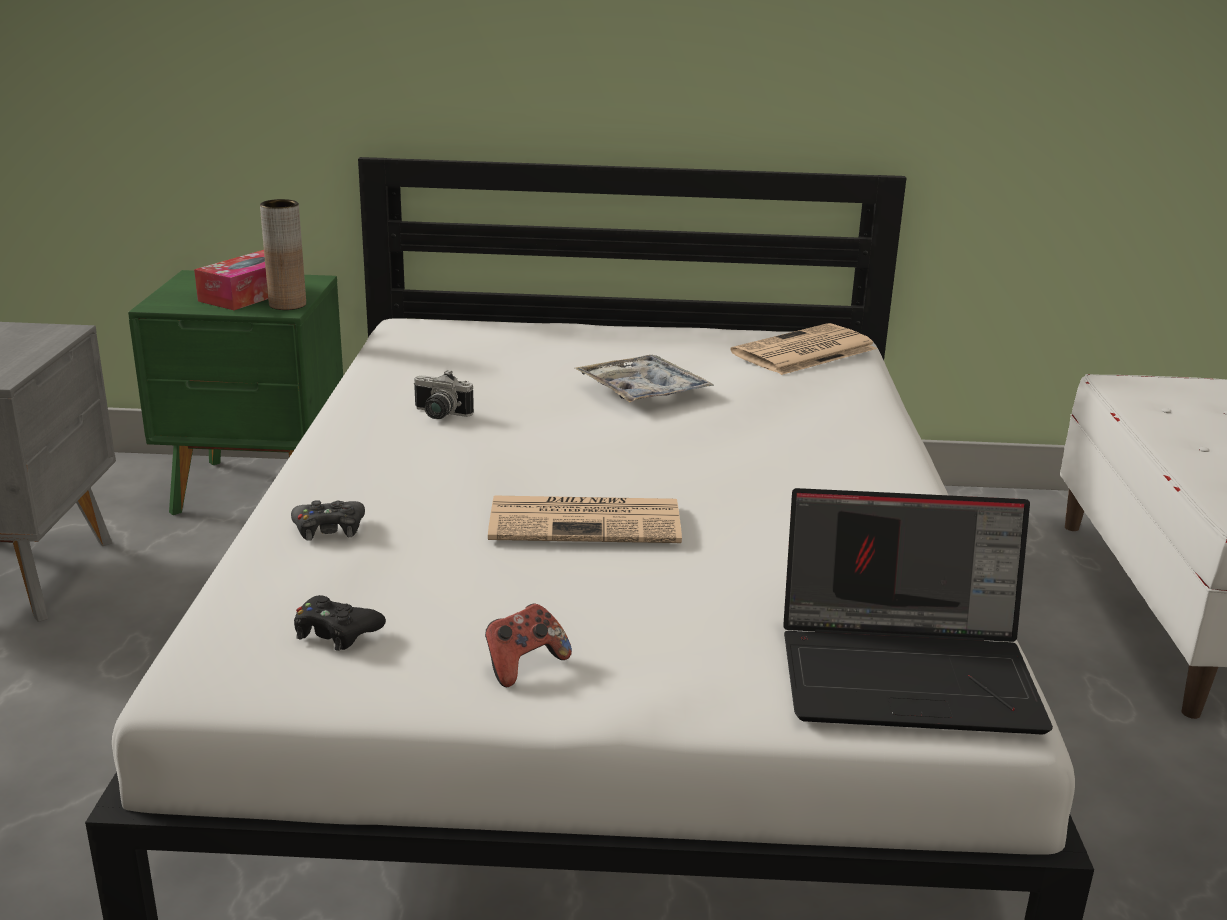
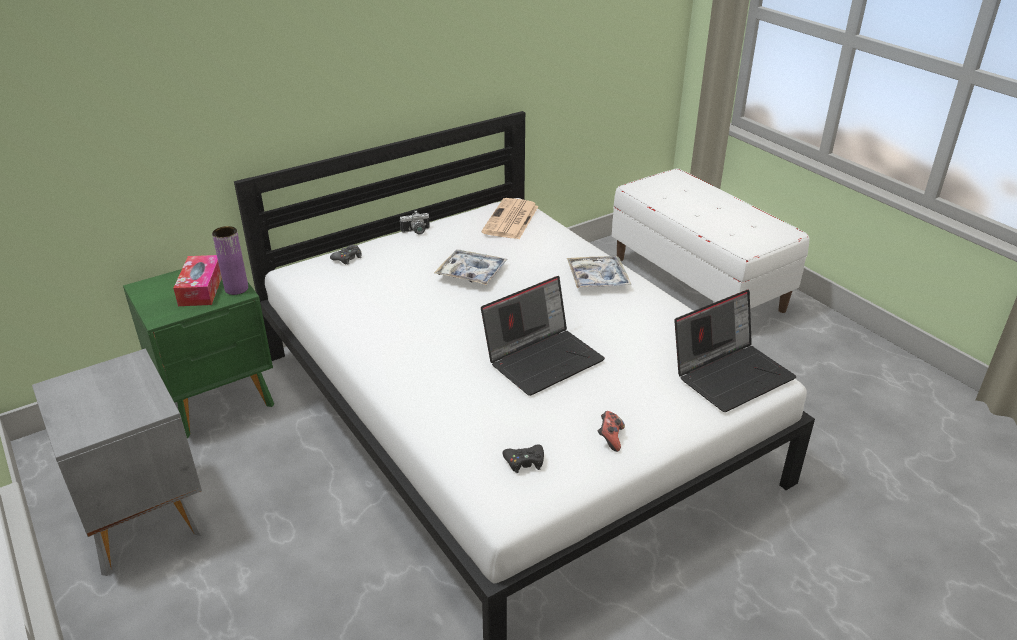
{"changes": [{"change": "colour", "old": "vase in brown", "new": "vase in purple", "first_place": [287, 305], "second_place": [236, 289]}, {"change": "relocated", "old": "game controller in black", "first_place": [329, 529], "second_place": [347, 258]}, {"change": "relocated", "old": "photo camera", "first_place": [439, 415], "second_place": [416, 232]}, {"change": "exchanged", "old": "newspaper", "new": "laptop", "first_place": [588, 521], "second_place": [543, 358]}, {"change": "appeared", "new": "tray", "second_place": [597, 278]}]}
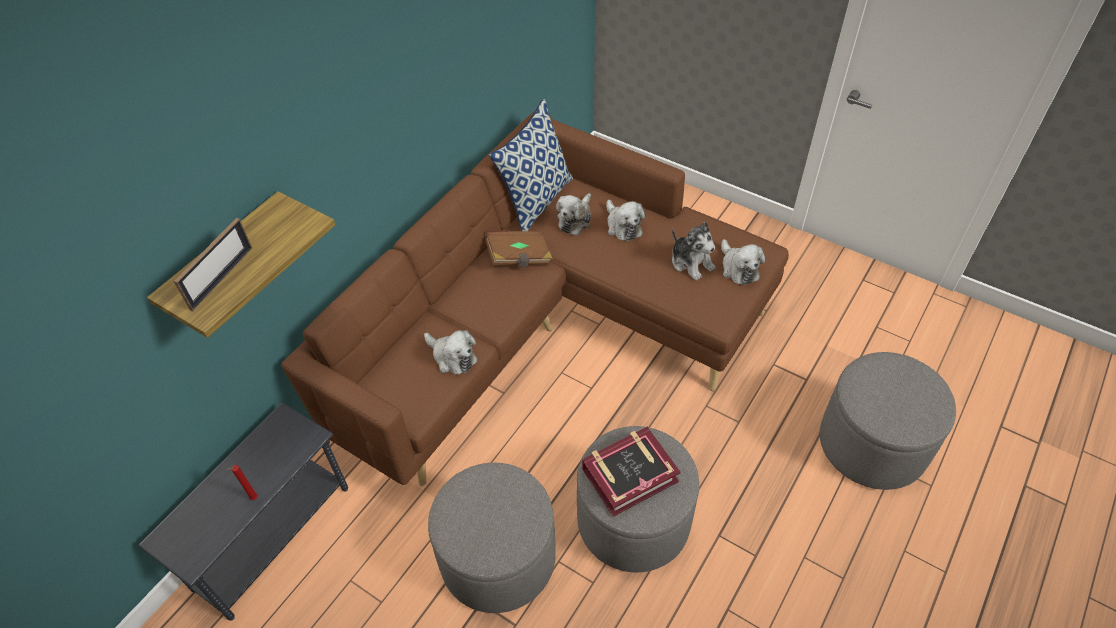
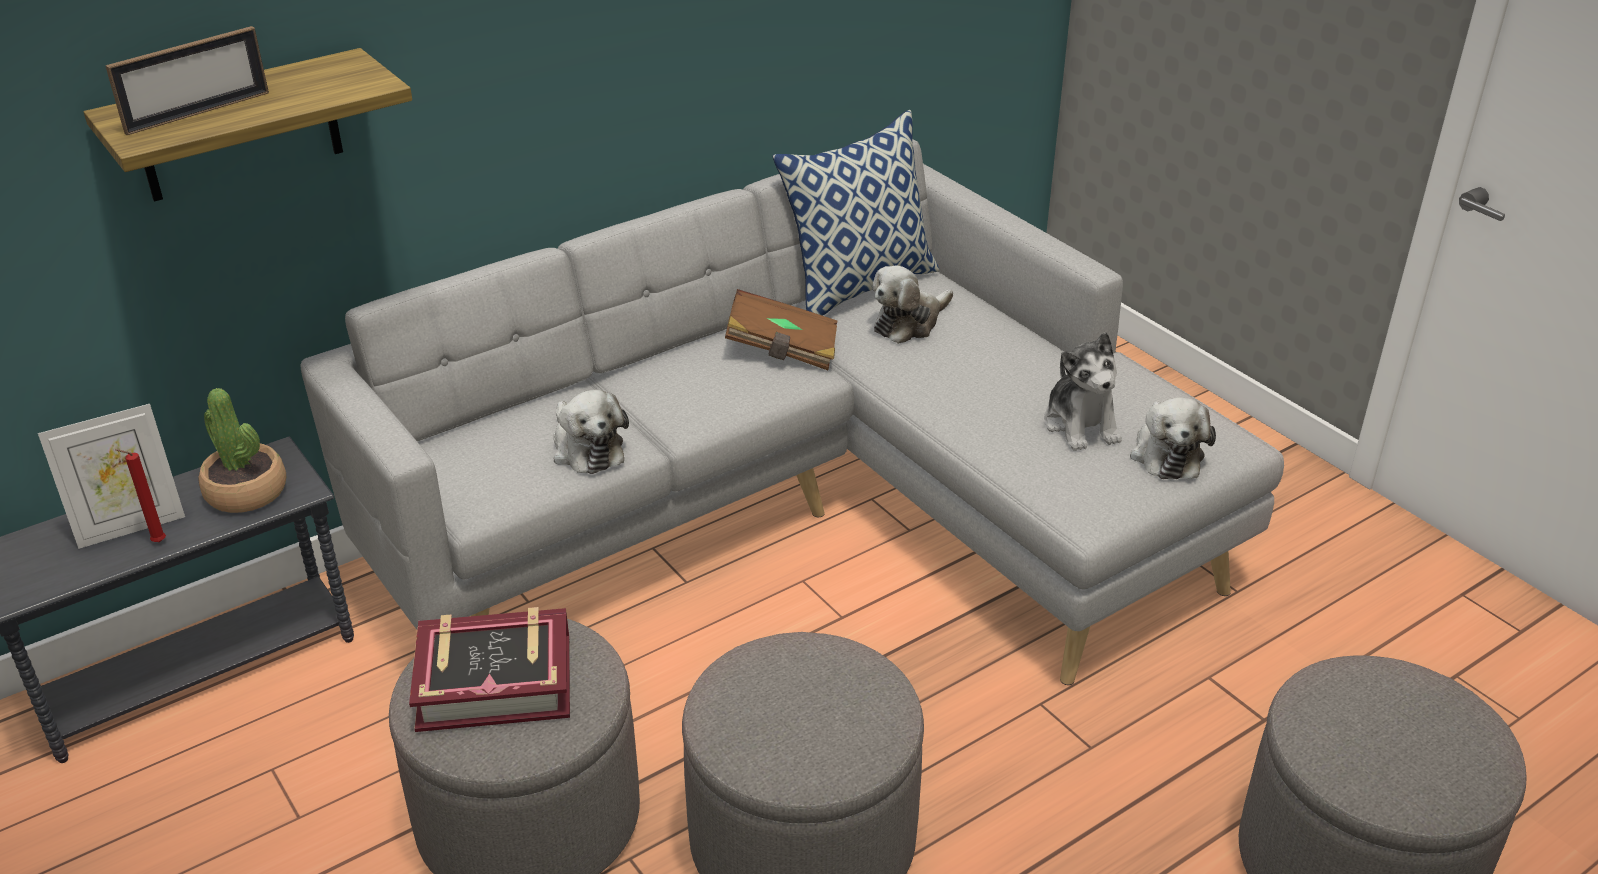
{"changes": [{"change": "appeared", "new": "picture frame", "second_place": [130, 526]}, {"change": "appeared", "new": "potted plant", "second_place": [247, 492]}, {"change": "colour", "old": "sofa in brown", "new": "sofa in grey", "first_place": [551, 330], "second_place": [820, 517]}, {"change": "relocated", "old": "book", "first_place": [629, 474], "second_place": [495, 681]}, {"change": "missing", "old": "plush toy", "first_place": [623, 226]}]}
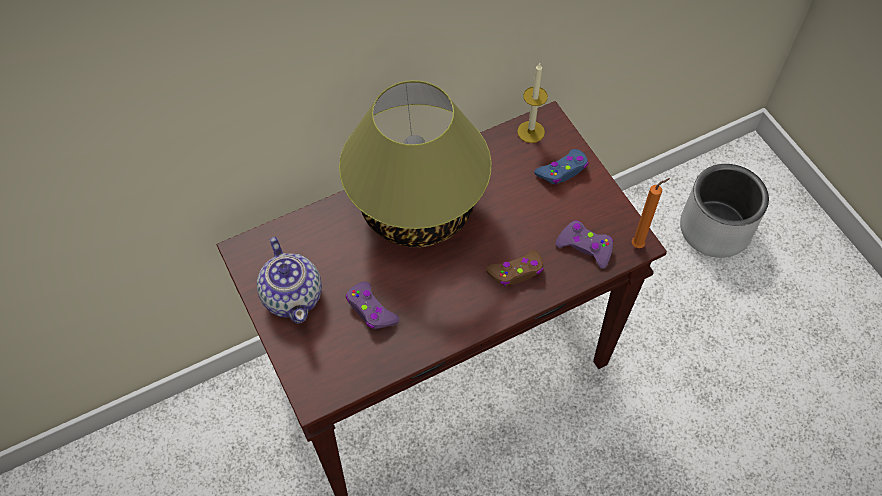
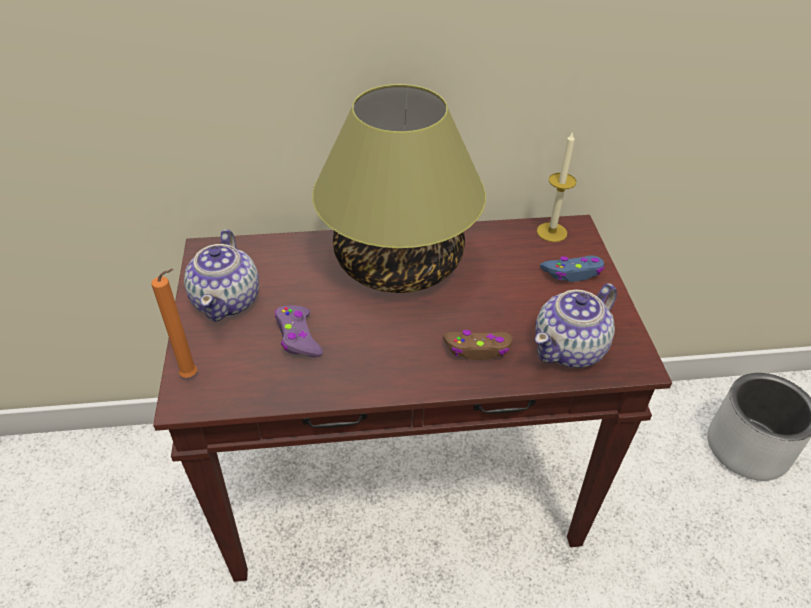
{"changes": [{"change": "relocated", "old": "candle in orange", "first_place": [639, 244], "second_place": [192, 375]}, {"change": "exchanged", "old": "game controller in purple", "new": "teapot", "first_place": [585, 247], "second_place": [570, 349]}]}
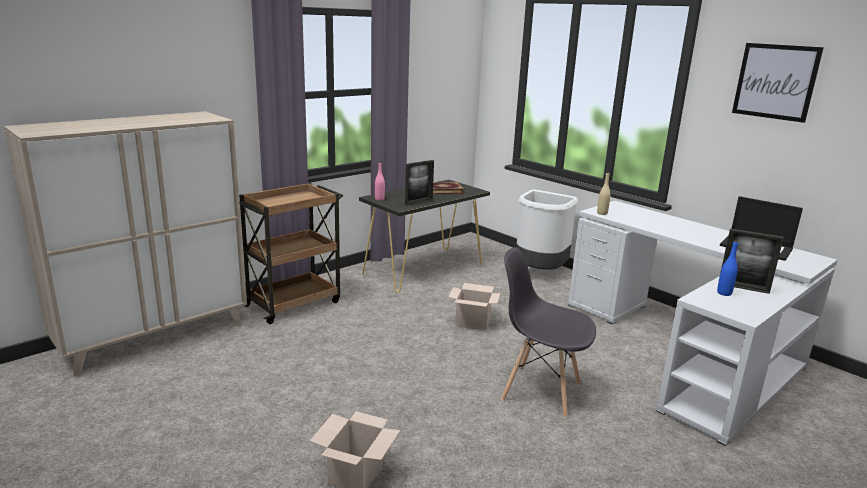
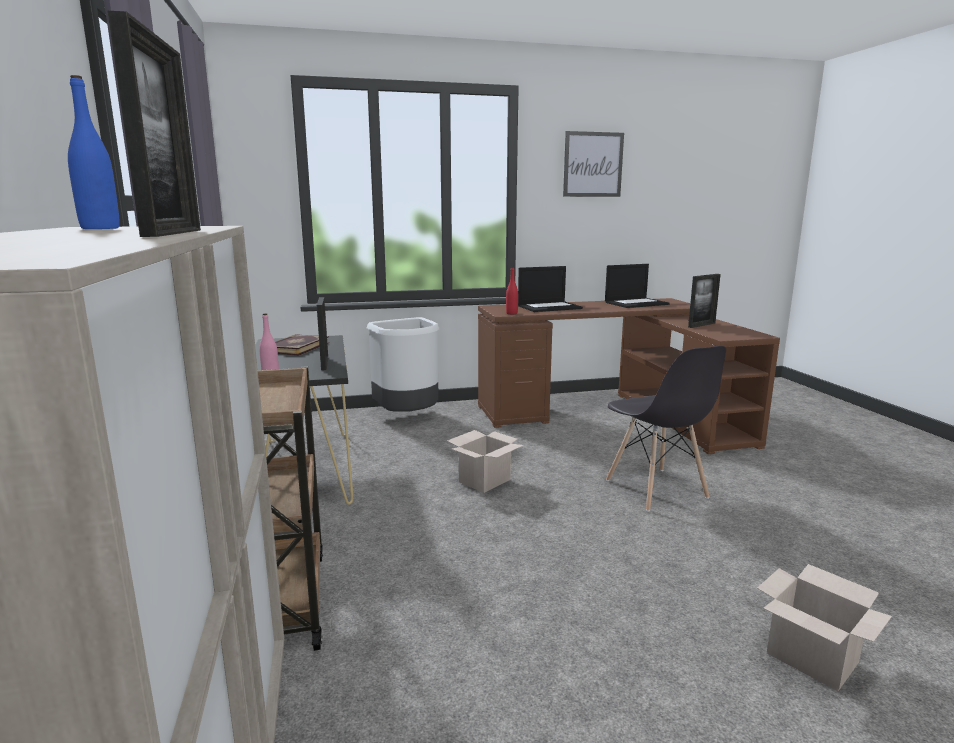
{"changes": [{"change": "relocated", "old": "bottle in blue", "first_place": [724, 293], "second_place": [100, 228]}, {"change": "appeared", "new": "picture frame", "second_place": [173, 233]}, {"change": "colour", "old": "desk in white", "new": "desk in brown", "first_place": [688, 352], "second_place": [618, 414]}, {"change": "colour", "old": "bottle in beige", "new": "bottle in red", "first_place": [602, 213], "second_place": [511, 313]}, {"change": "appeared", "new": "laptop", "second_place": [549, 307]}, {"change": "spun", "old": "chair in grey", "first_place": [540, 391], "second_place": [656, 489], "degrees": -75}]}
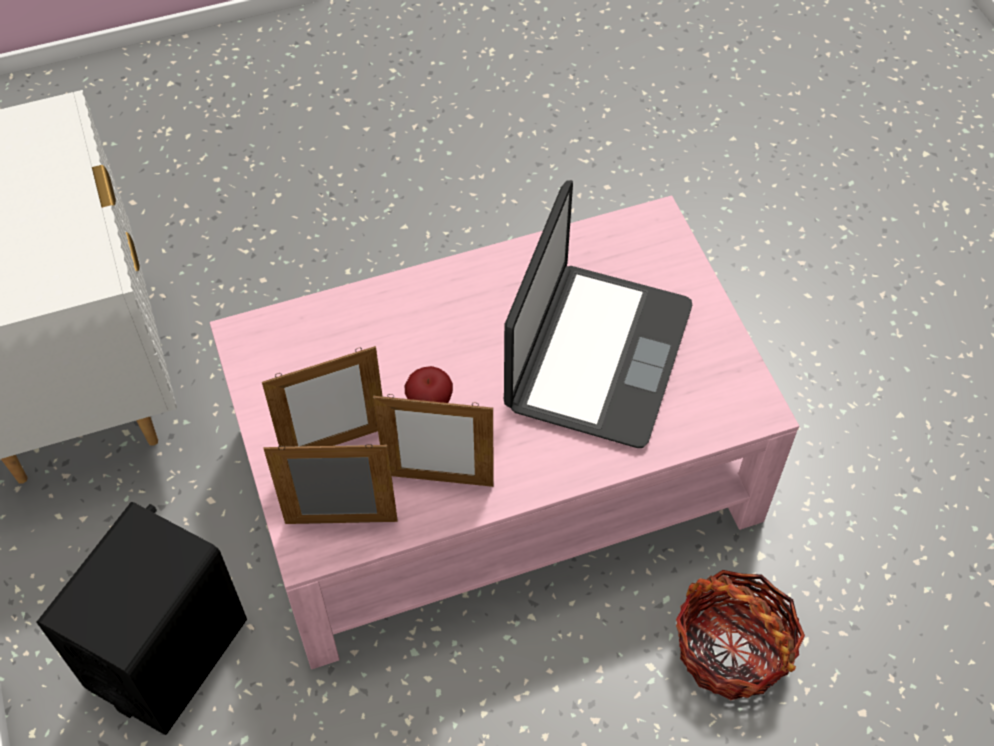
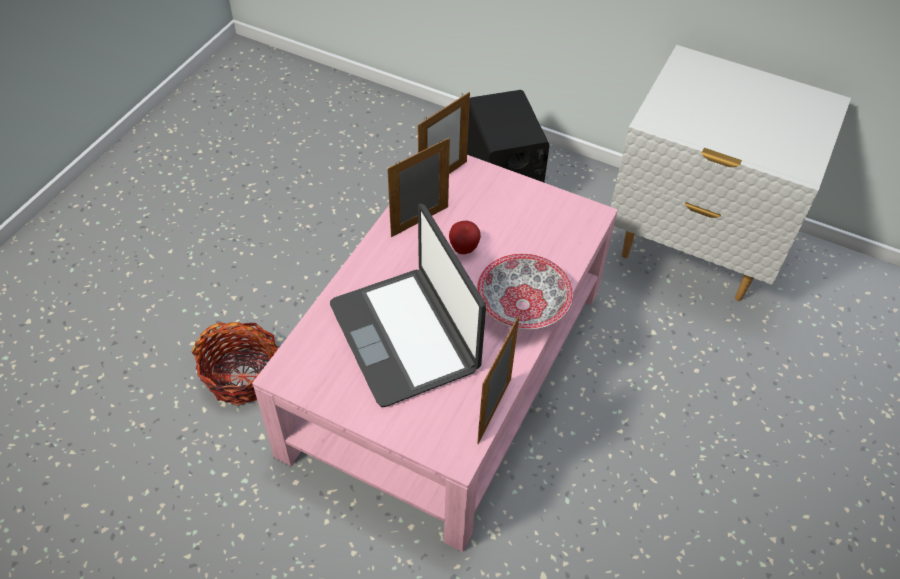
{"changes": [{"change": "appeared", "new": "bowl", "second_place": [522, 306]}, {"change": "relocated", "old": "picture frame", "first_place": [335, 444], "second_place": [494, 411]}]}
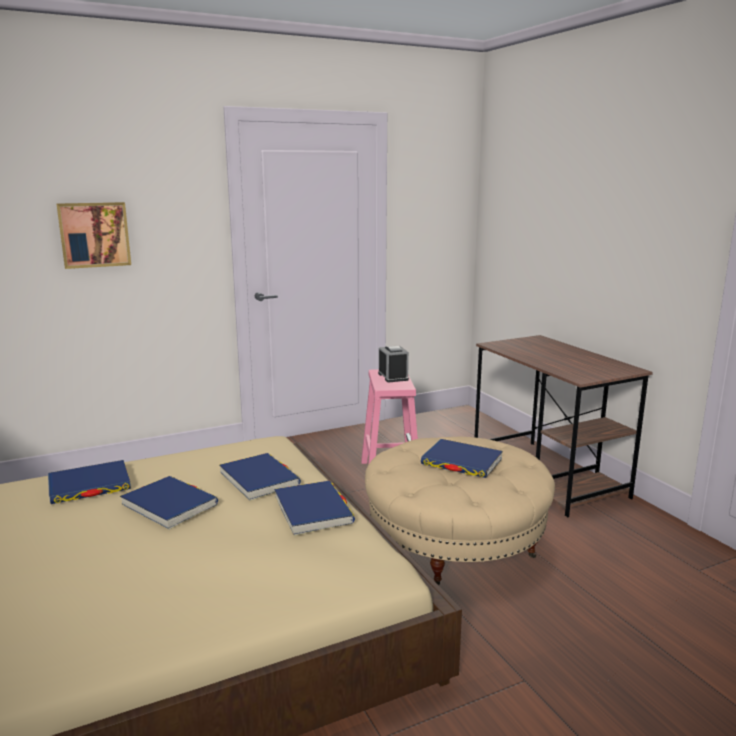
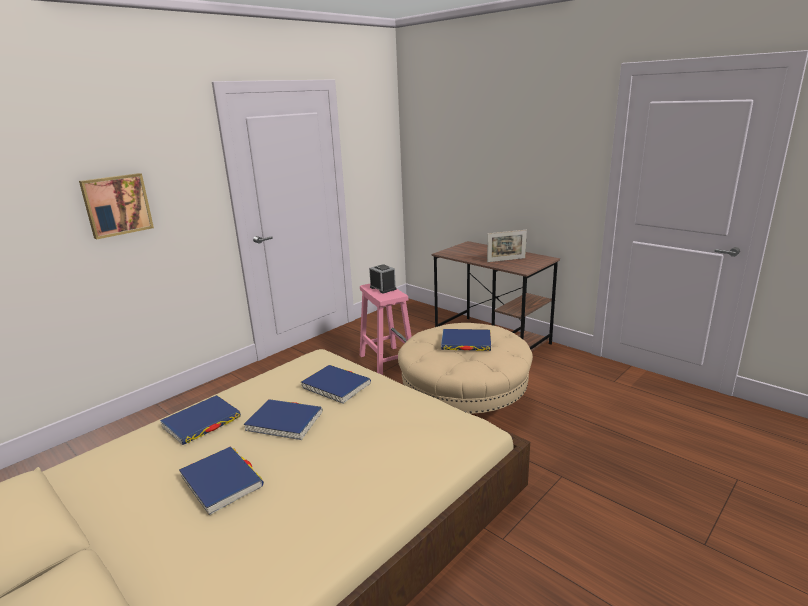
{"changes": [{"change": "relocated", "old": "book in blue", "first_place": [313, 511], "second_place": [221, 482]}, {"change": "appeared", "new": "picture frame", "second_place": [506, 260]}]}
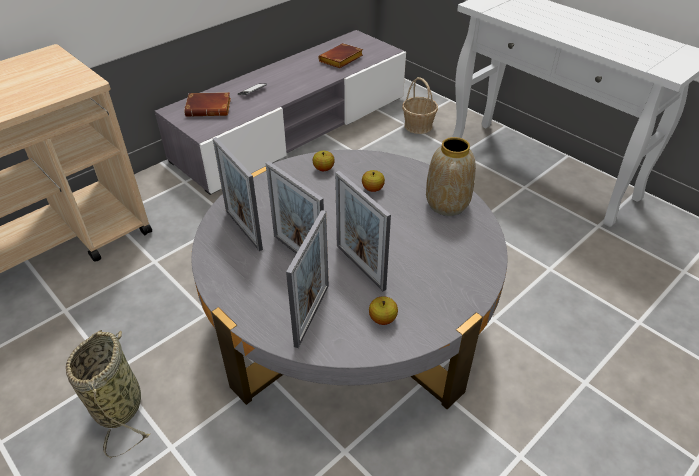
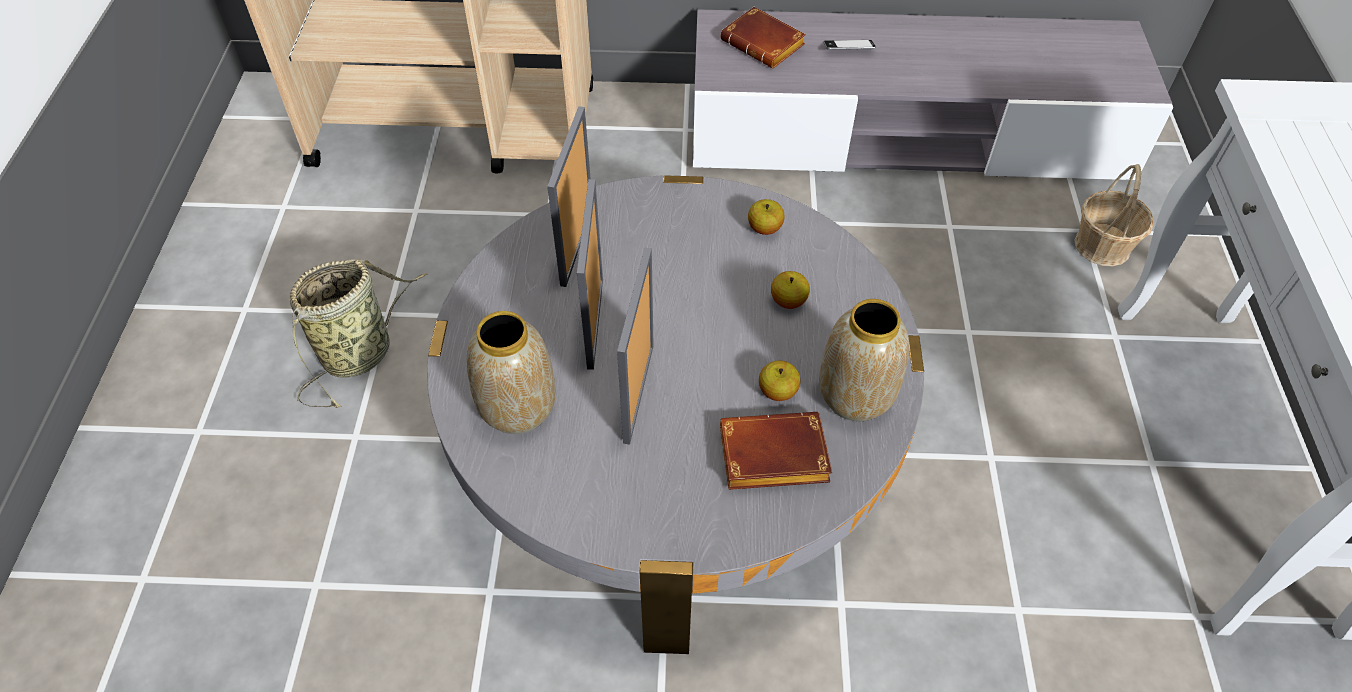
{"changes": [{"change": "exchanged", "old": "picture frame", "new": "vase", "first_place": [312, 315], "second_place": [518, 406]}, {"change": "relocated", "old": "book in brown", "first_place": [341, 60], "second_place": [770, 459]}, {"change": "relocated", "old": "apple", "first_place": [382, 319], "second_place": [777, 391]}]}
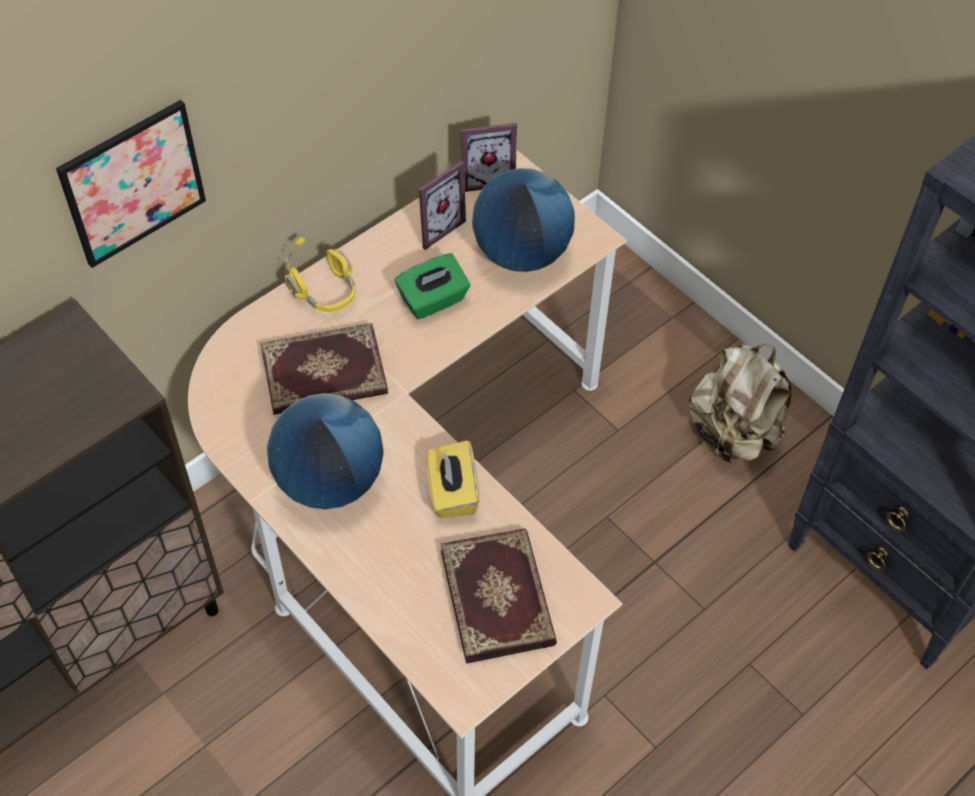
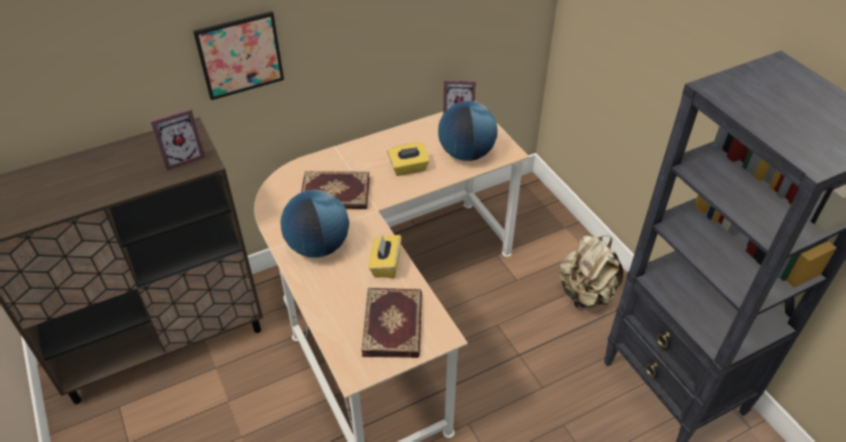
{"changes": [{"change": "relocated", "old": "picture frame", "first_place": [434, 226], "second_place": [183, 157]}, {"change": "colour", "old": "tissue box in green", "new": "tissue box in yellow", "first_place": [433, 300], "second_place": [408, 168]}, {"change": "missing", "old": "headphones in yellow", "first_place": [326, 292]}]}
